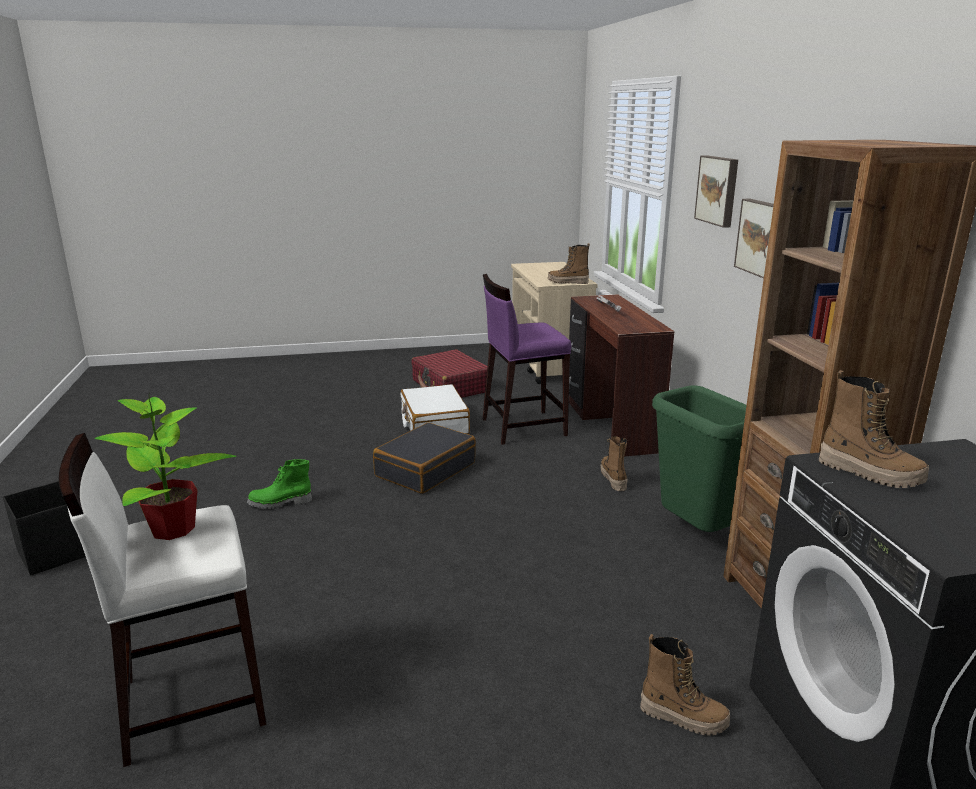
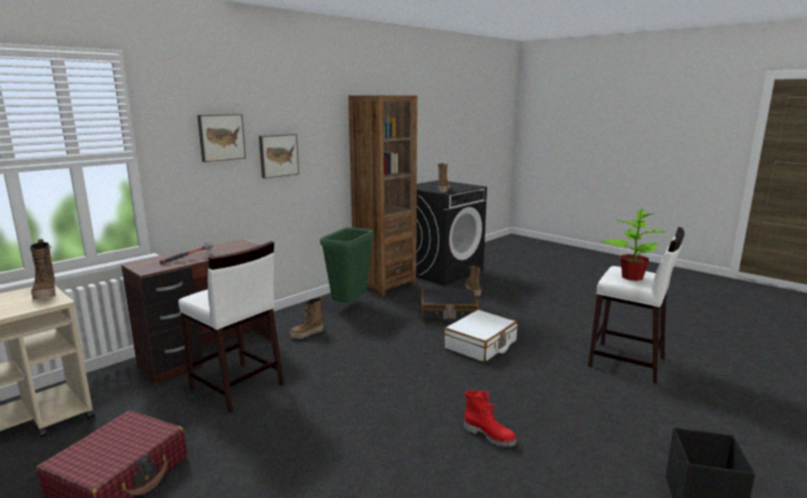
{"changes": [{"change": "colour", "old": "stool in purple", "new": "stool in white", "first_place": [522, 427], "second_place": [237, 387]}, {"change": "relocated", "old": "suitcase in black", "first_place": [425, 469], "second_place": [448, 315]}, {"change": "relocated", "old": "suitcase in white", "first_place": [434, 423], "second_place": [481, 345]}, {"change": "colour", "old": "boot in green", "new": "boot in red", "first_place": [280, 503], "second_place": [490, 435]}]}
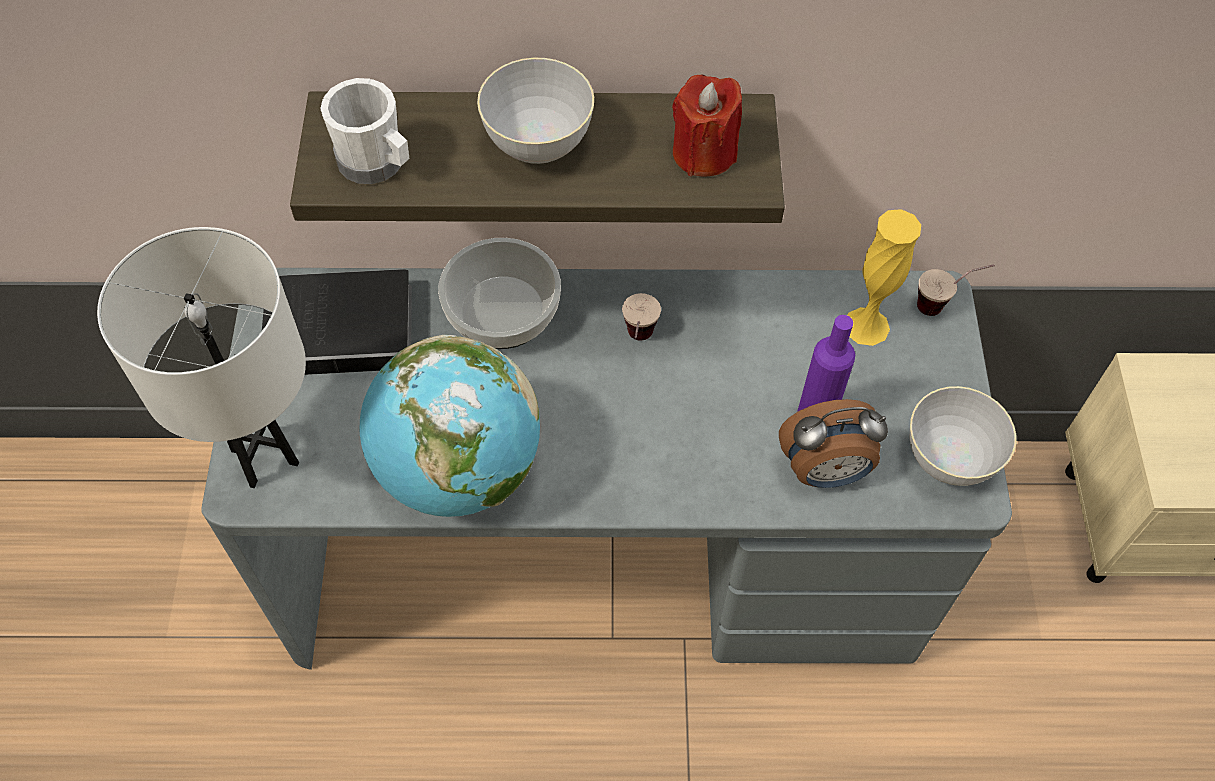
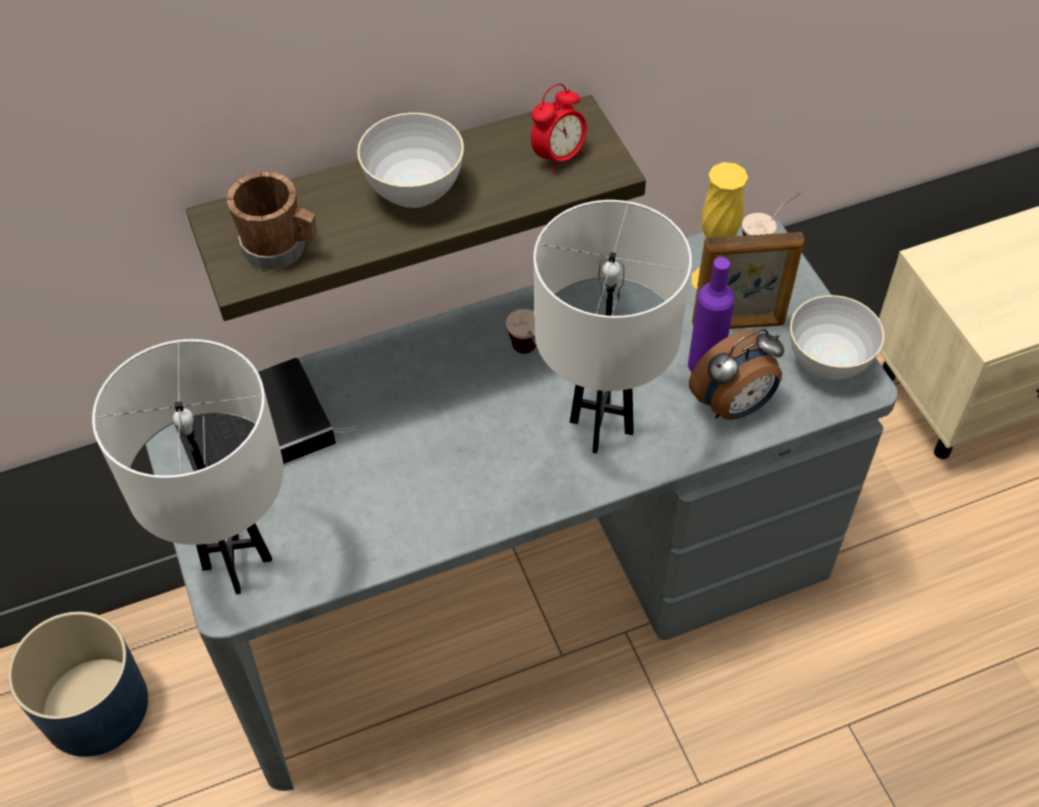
{"changes": [{"change": "appeared", "new": "planter in blue", "second_place": [96, 705]}, {"change": "colour", "old": "mug in white", "new": "mug in brown", "first_place": [377, 163], "second_place": [281, 249]}, {"change": "exchanged", "old": "candle in red", "new": "alarm clock", "first_place": [704, 153], "second_place": [558, 157]}, {"change": "appeared", "new": "table lamp in white", "second_place": [600, 427]}, {"change": "appeared", "new": "picture frame", "second_place": [738, 324]}, {"change": "missing", "old": "globe", "first_place": [458, 470]}, {"change": "missing", "old": "bowl", "first_place": [501, 312]}]}
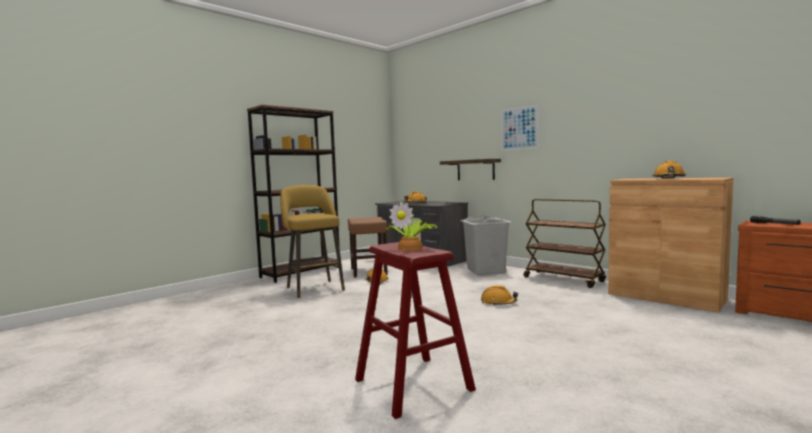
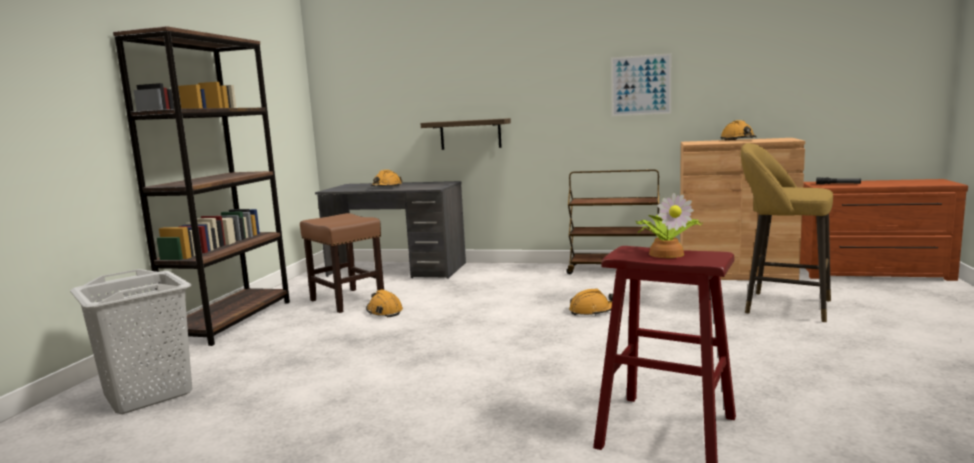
{"changes": [{"change": "relocated", "old": "laundry basket in grey", "first_place": [486, 271], "second_place": [149, 393]}, {"change": "relocated", "old": "picture", "first_place": [519, 128], "second_place": [641, 85]}, {"change": "relocated", "old": "stool in yellow", "first_place": [314, 288], "second_place": [782, 306]}]}
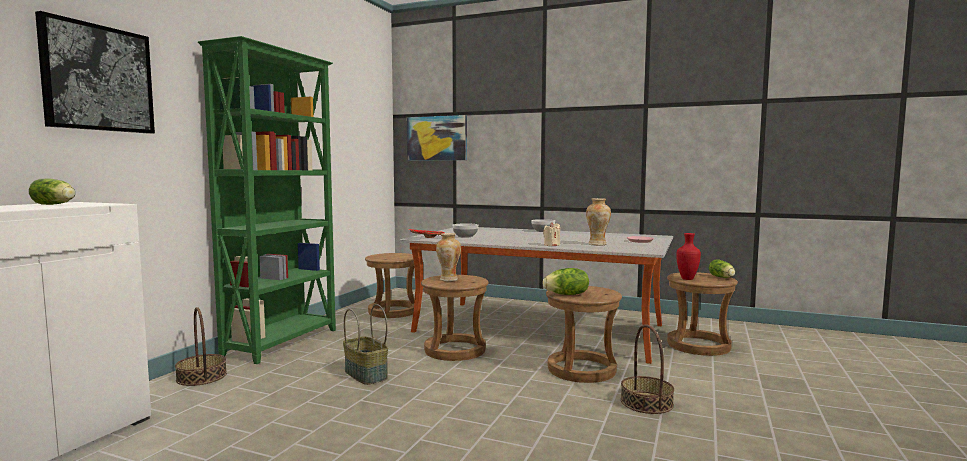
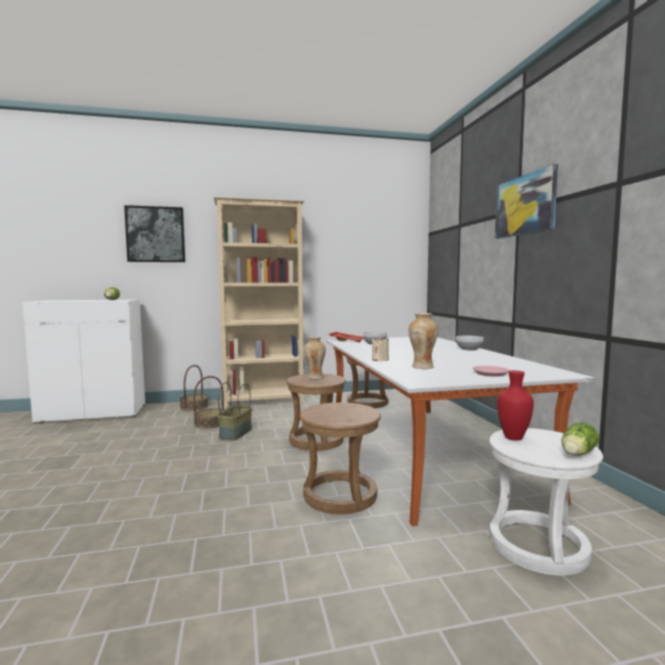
{"changes": [{"change": "relocated", "old": "basket", "first_place": [646, 402], "second_place": [209, 423]}, {"change": "colour", "old": "bookcase in green", "new": "bookcase in beige", "first_place": [283, 342], "second_place": [264, 402]}, {"change": "colour", "old": "stool in brown", "new": "stool in white", "first_place": [698, 345], "second_place": [538, 545]}, {"change": "relocated", "old": "picture", "first_place": [437, 138], "second_place": [525, 205]}, {"change": "missing", "old": "lettuce", "first_place": [567, 295]}]}
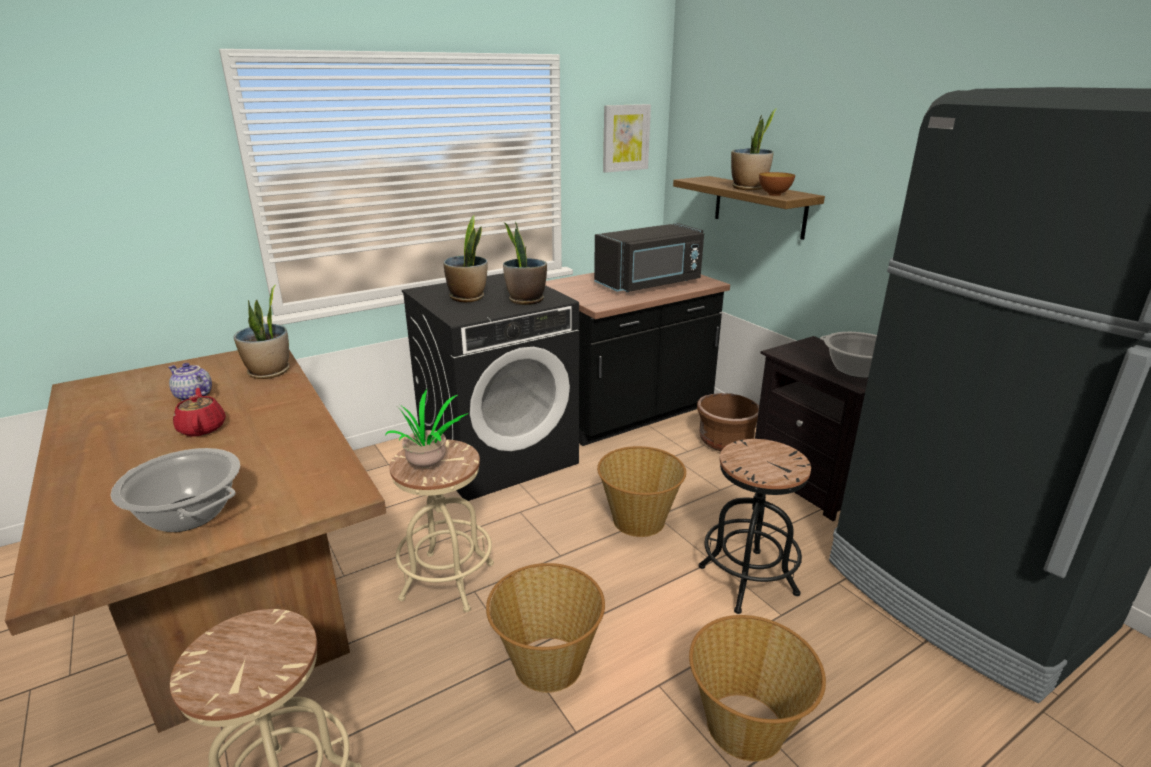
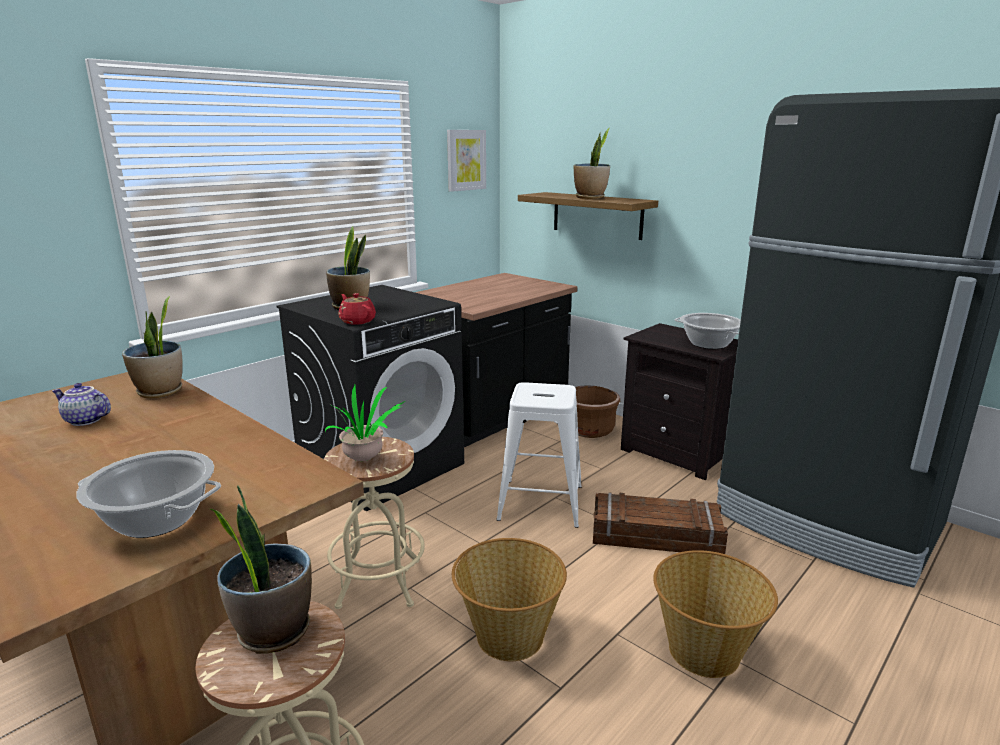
{"changes": [{"change": "relocated", "old": "potted plant", "first_place": [525, 300], "second_place": [273, 631]}, {"change": "relocated", "old": "teapot in red", "first_place": [202, 428], "second_place": [357, 321]}, {"change": "exchanged", "old": "basket", "new": "stool in white", "first_place": [639, 520], "second_place": [540, 503]}, {"change": "exchanged", "old": "stool in black", "new": "crate", "first_place": [747, 580], "second_place": [656, 536]}, {"change": "missing", "old": "microwave in black", "first_place": [650, 284]}, {"change": "missing", "old": "bowl", "first_place": [774, 194]}]}
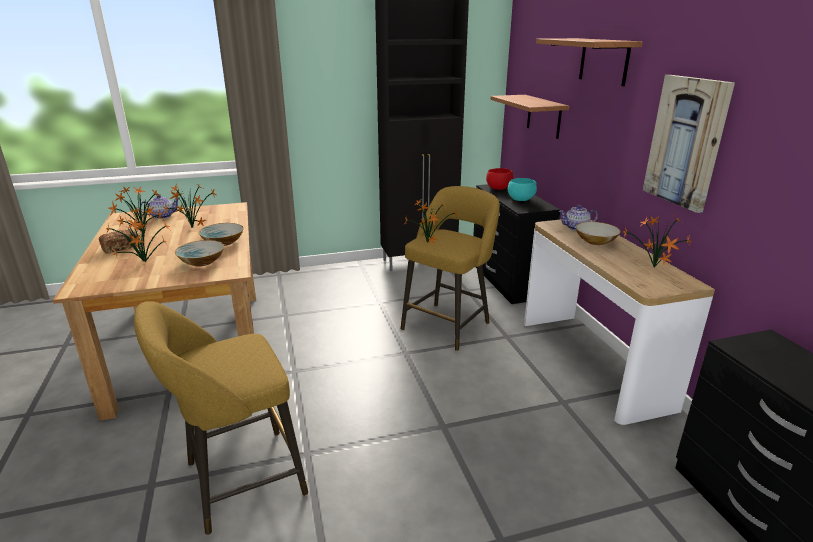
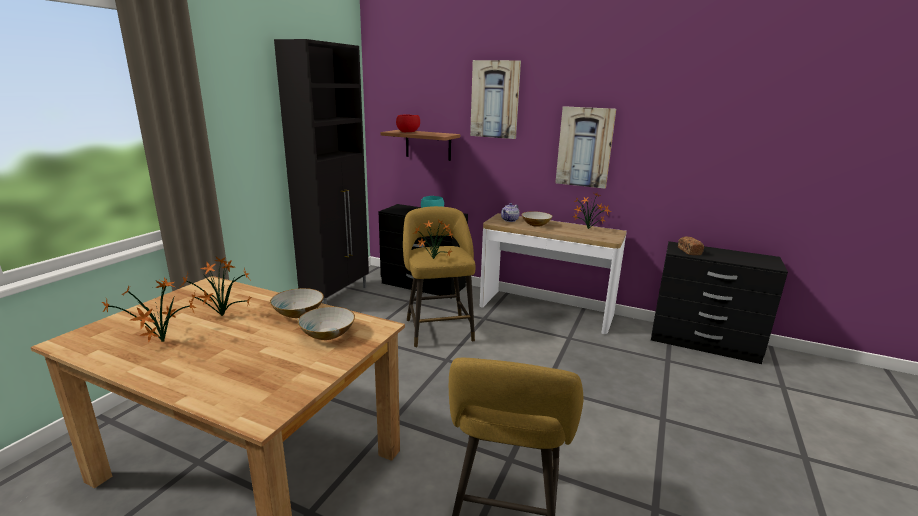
{"changes": [{"change": "relocated", "old": "bowl in red", "first_place": [498, 188], "second_place": [408, 132]}, {"change": "exchanged", "old": "shelf", "new": "picture", "first_place": [604, 61], "second_place": [495, 99]}, {"change": "relocated", "old": "bread", "first_place": [121, 248], "second_place": [689, 251]}, {"change": "missing", "old": "potted plant", "first_place": [147, 262]}, {"change": "missing", "old": "teapot", "first_place": [162, 216]}]}
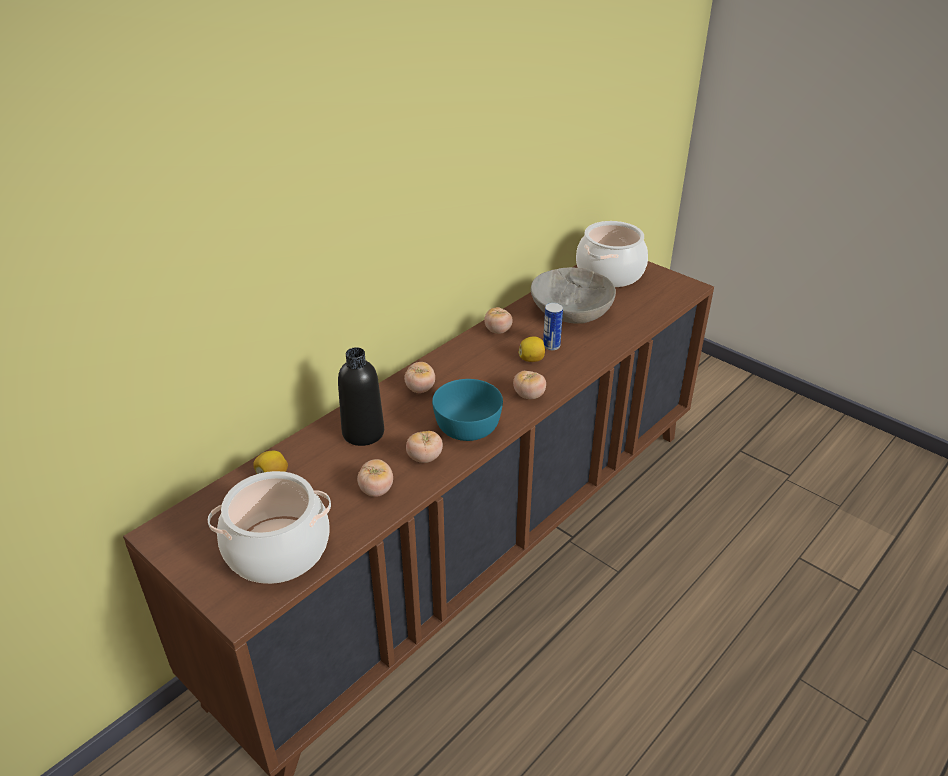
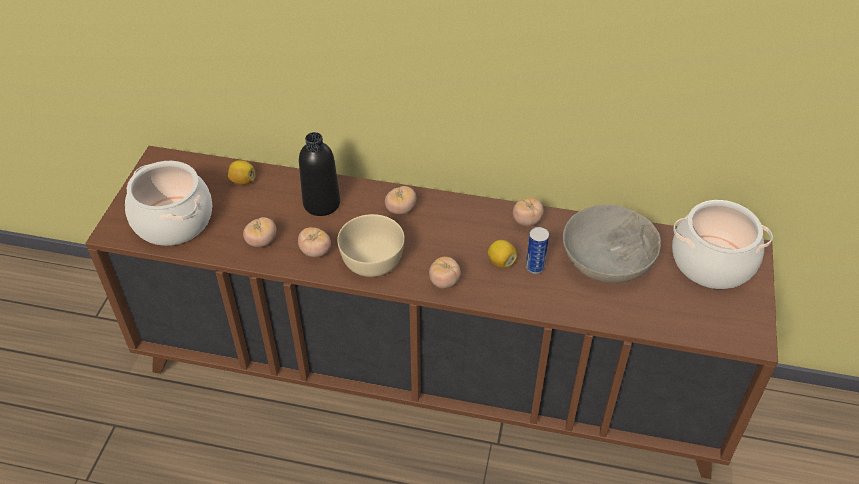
{"changes": [{"change": "colour", "old": "bowl in turquoise", "new": "bowl in beige", "first_place": [468, 426], "second_place": [373, 260]}]}
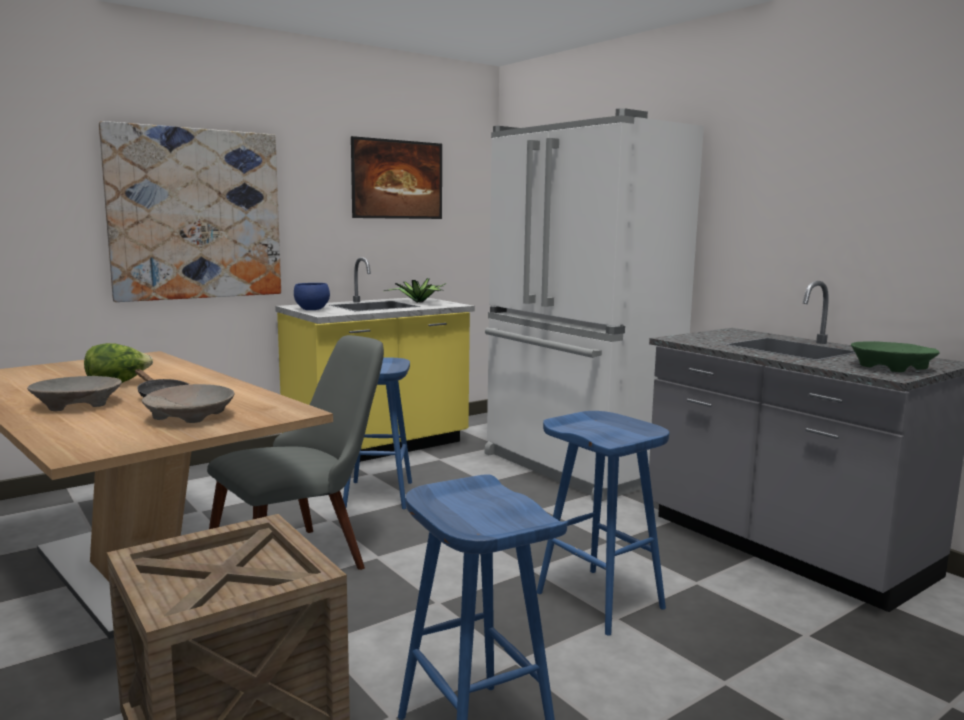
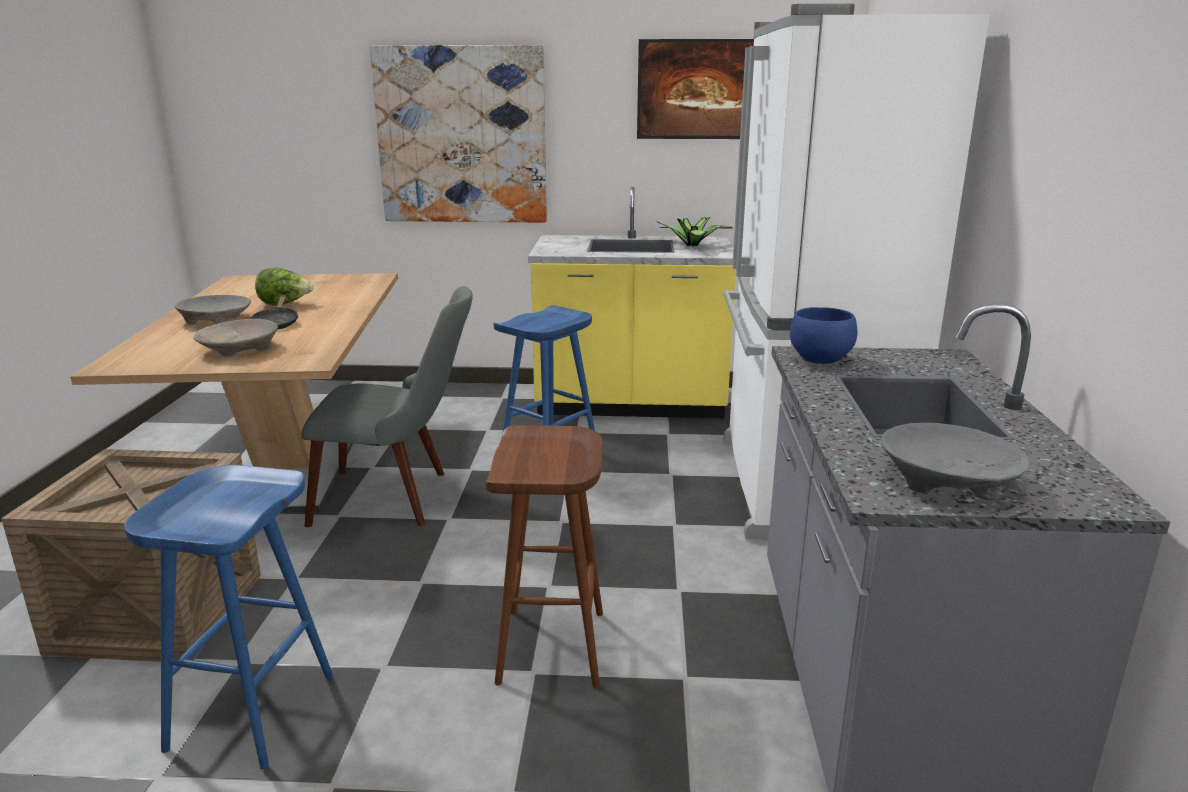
{"changes": [{"change": "colour", "old": "stool in blue", "new": "stool in brown", "first_place": [602, 600], "second_place": [553, 648]}, {"change": "relocated", "old": "bowl in blue", "first_place": [311, 309], "second_place": [818, 360]}, {"change": "colour", "old": "bowl in green", "new": "bowl in grey", "first_place": [890, 367], "second_place": [946, 480]}]}
